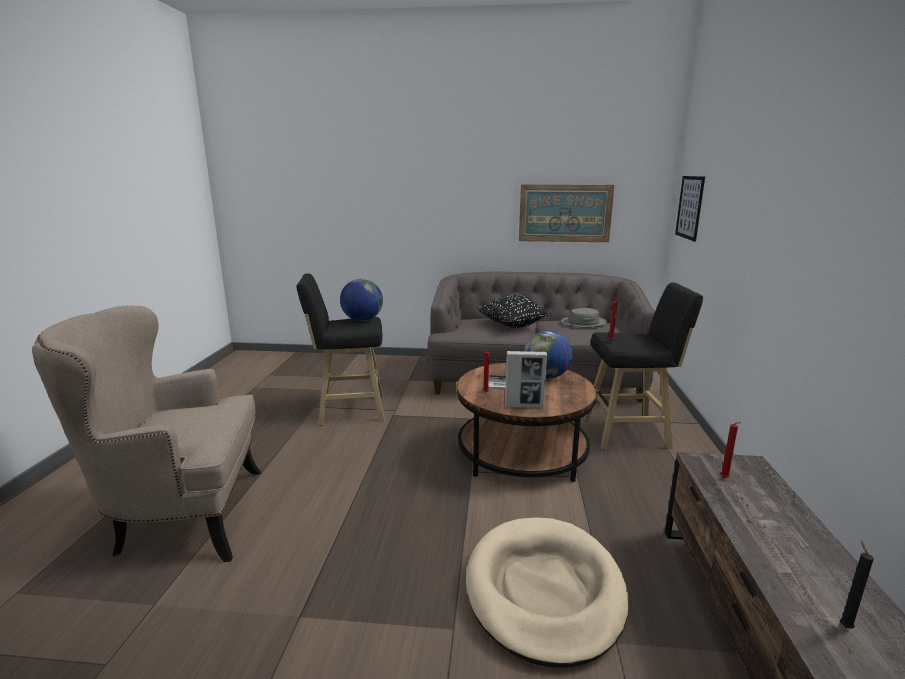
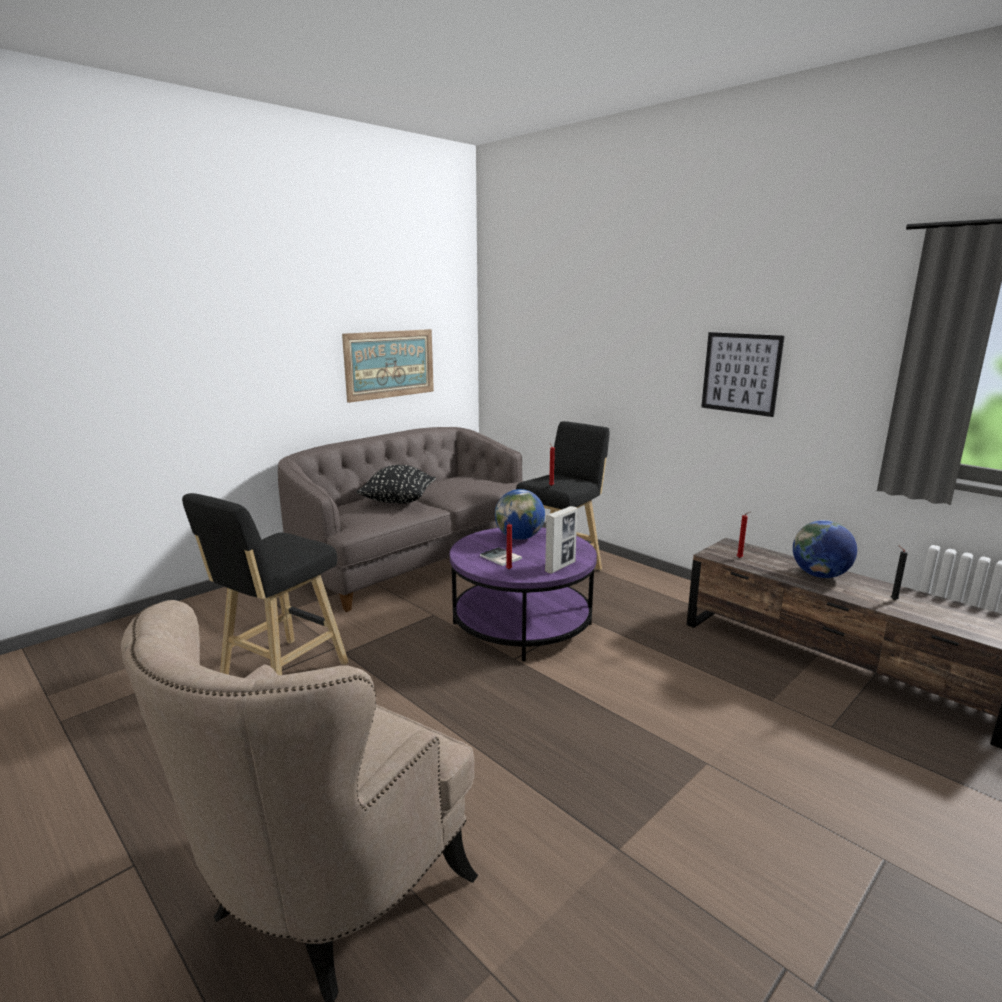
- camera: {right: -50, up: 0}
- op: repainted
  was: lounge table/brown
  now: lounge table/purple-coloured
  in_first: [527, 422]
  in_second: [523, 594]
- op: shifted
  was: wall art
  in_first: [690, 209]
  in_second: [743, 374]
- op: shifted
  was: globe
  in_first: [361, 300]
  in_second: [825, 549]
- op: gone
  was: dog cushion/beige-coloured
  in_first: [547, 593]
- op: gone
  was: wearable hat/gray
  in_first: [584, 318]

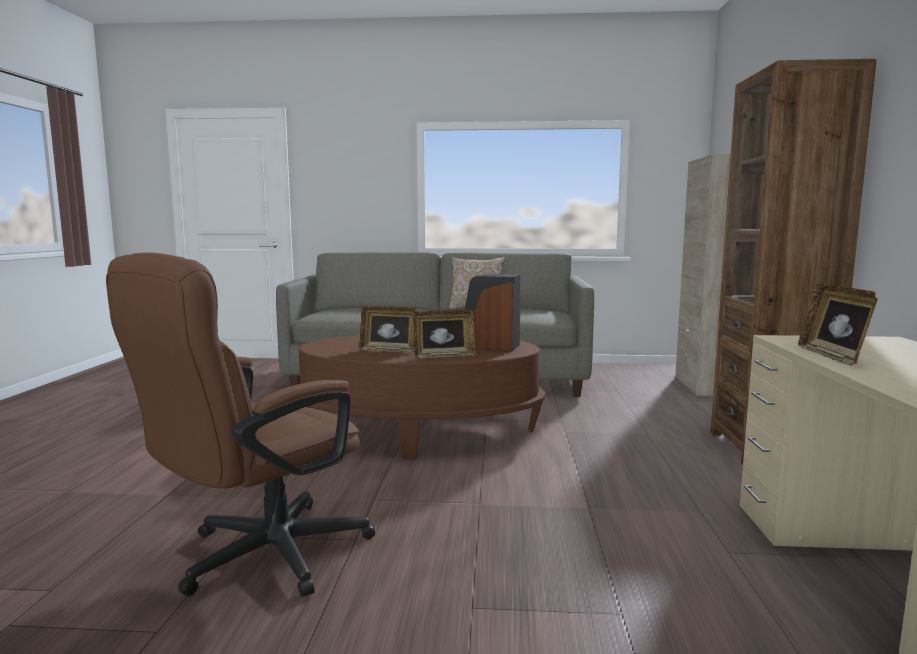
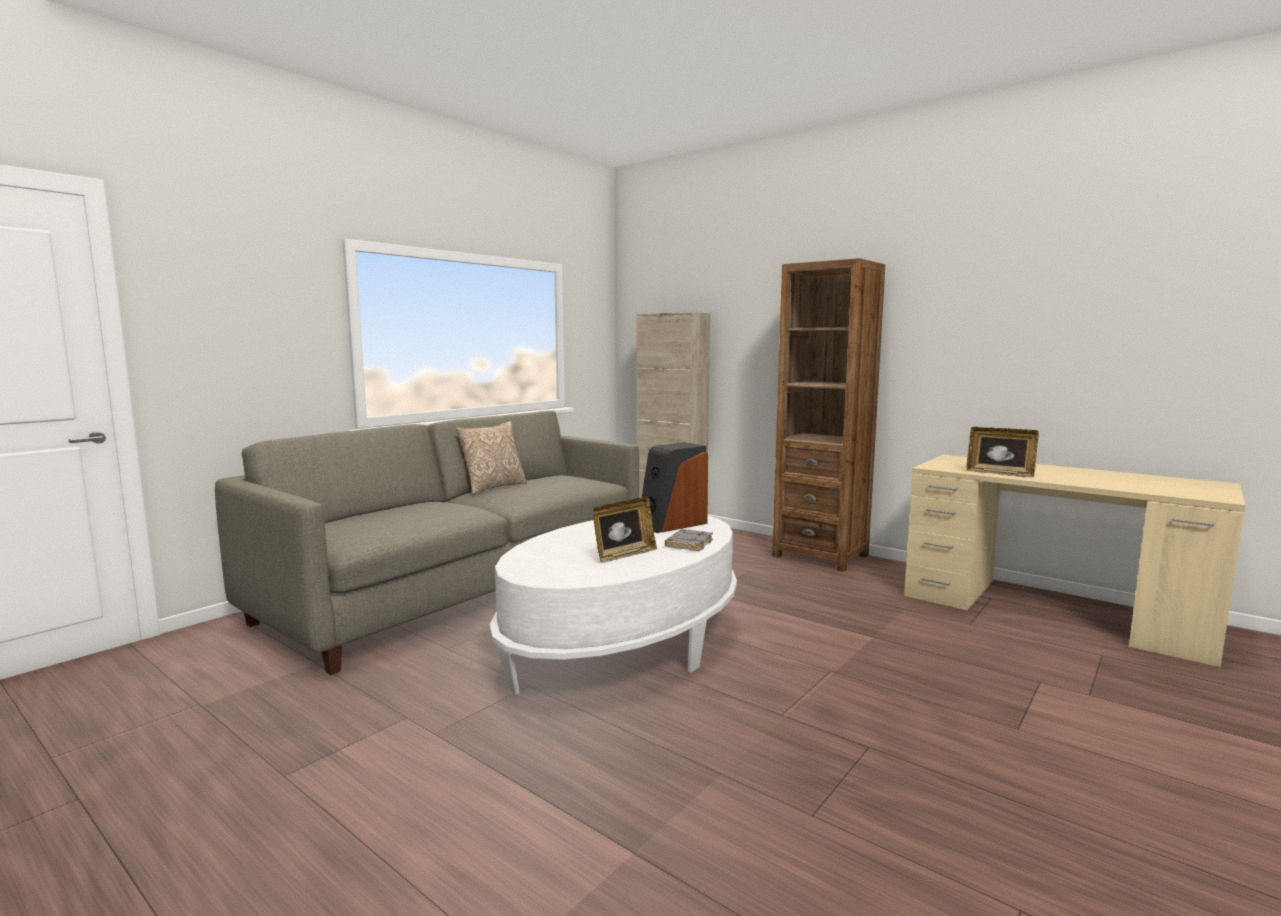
- camera: {right: -55, up: 0}
- op: repainted
  was: lounge table/brown
  now: lounge table/whitish
  in_first: [422, 397]
  in_second: [613, 605]
- op: swapped
  was: photo frame
  now: volume/gray
  in_first: [444, 333]
  in_second: [689, 540]
- op: gone
  was: computer chair/brown
  in_first: [240, 424]

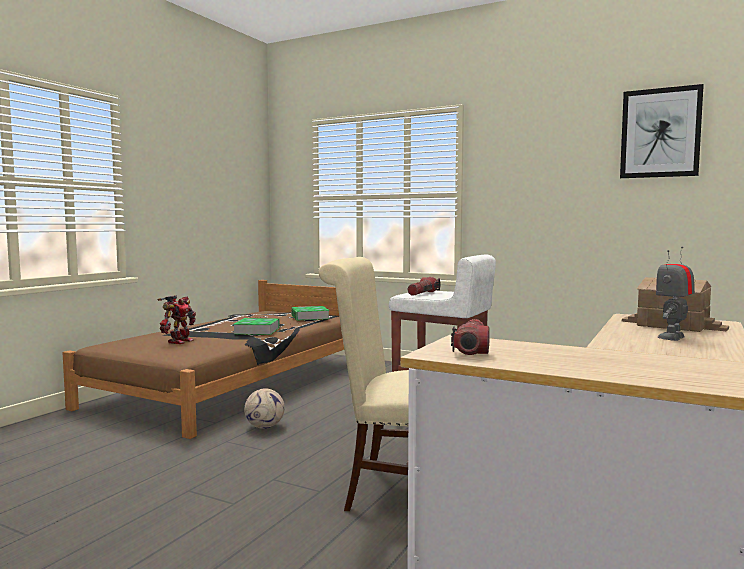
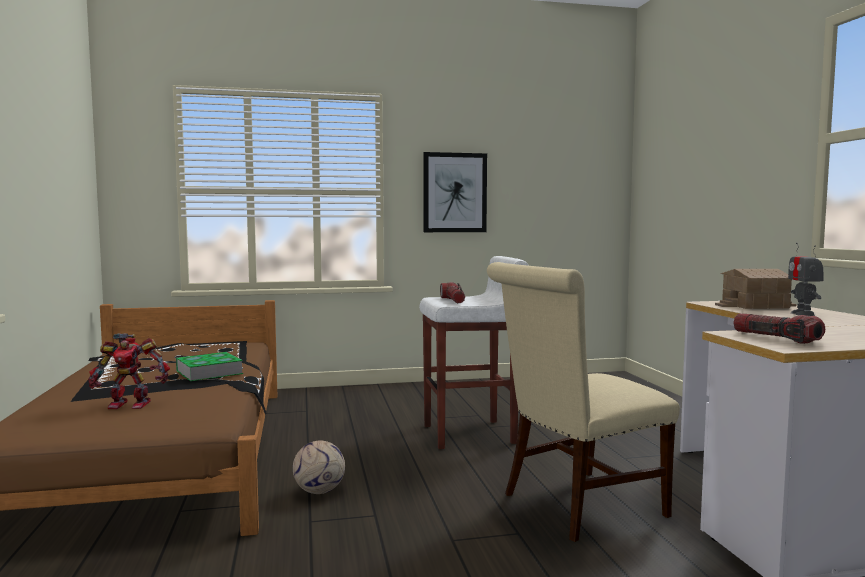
- camera: {right: -40, up: 0}
- op: rotated
  was: robot figure
  in_first: [176, 319]
  in_second: [129, 371]
  clockwise: 105
- op: shifted
  was: wall art
  in_first: [662, 131]
  in_second: [455, 192]
- op: gone
  was: volume
  in_first: [310, 313]

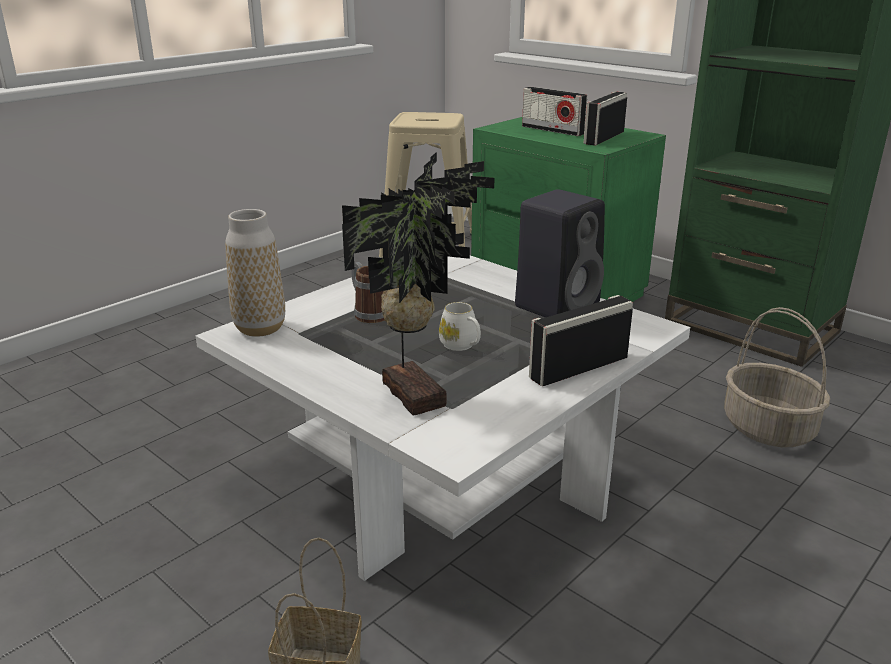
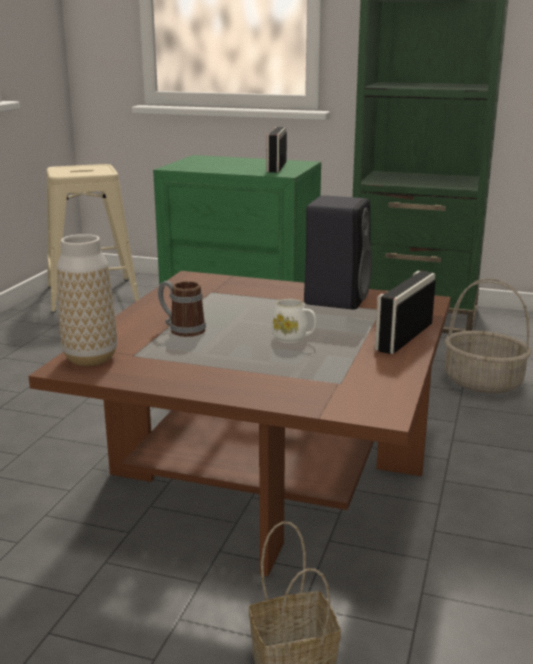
- camera: {right: -25, up: -5}
- op: repainted
  was: lounge table/whitish
  now: lounge table/brown
  in_first: [442, 418]
  in_second: [240, 424]
- op: gone
  was: potted plant
  in_first: [418, 284]
- op: gone
  was: radio
  in_first: [554, 111]

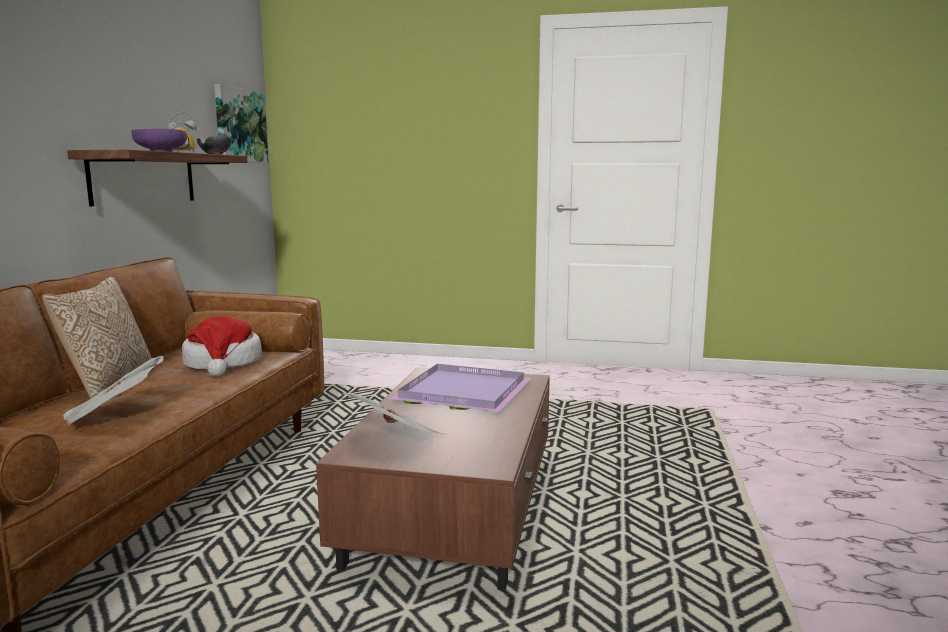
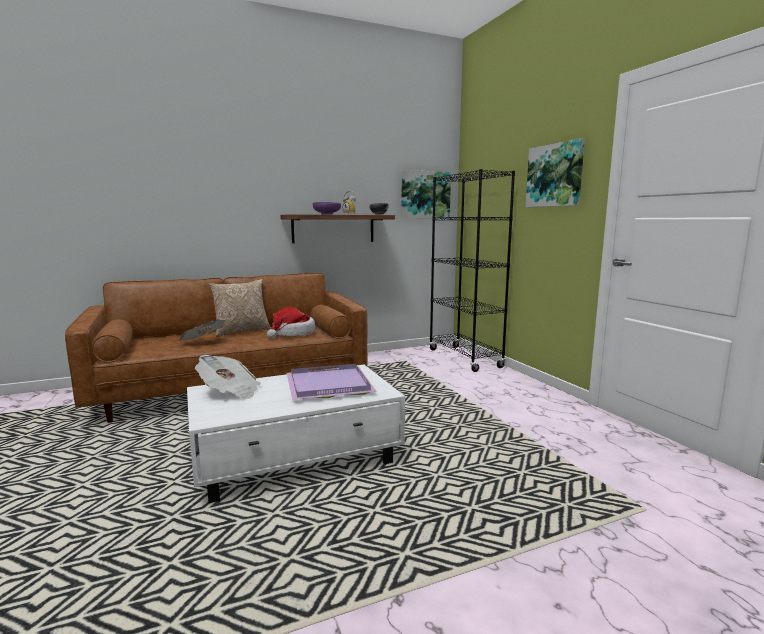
- camera: {right: 55, up: 0}
- op: repainted
  was: lounge table/brown
  now: lounge table/whitish
  in_first: [433, 479]
  in_second: [296, 434]
- op: new
  now: bookshelf/black-coloured
  in_second: [472, 270]
- op: new
  now: wall art
  in_second: [555, 172]

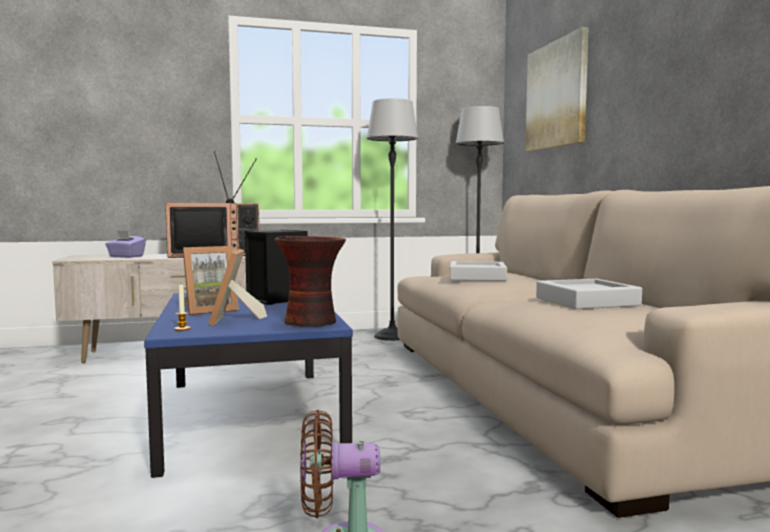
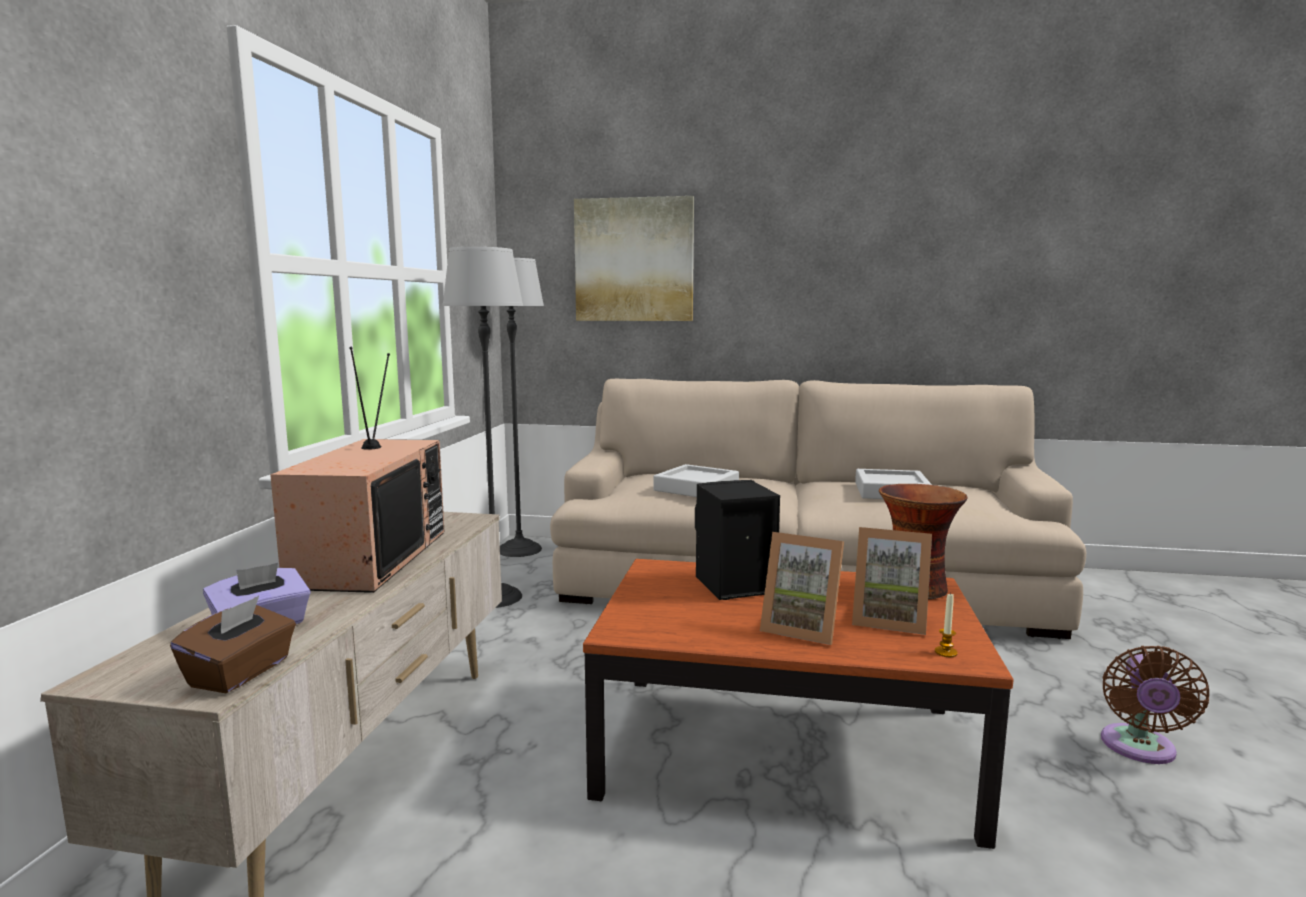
- camera: {right: -65, up: 5}
- op: new
  now: tissue box/brown
  in_second: [233, 644]
- op: repainted
  was: lounge table/bluish
  now: lounge table/brown
  in_first: [248, 385]
  in_second: [798, 704]
- op: rotated
  was: photo frame
  in_first: [211, 280]
  in_second: [802, 588]
  clockwise: 120

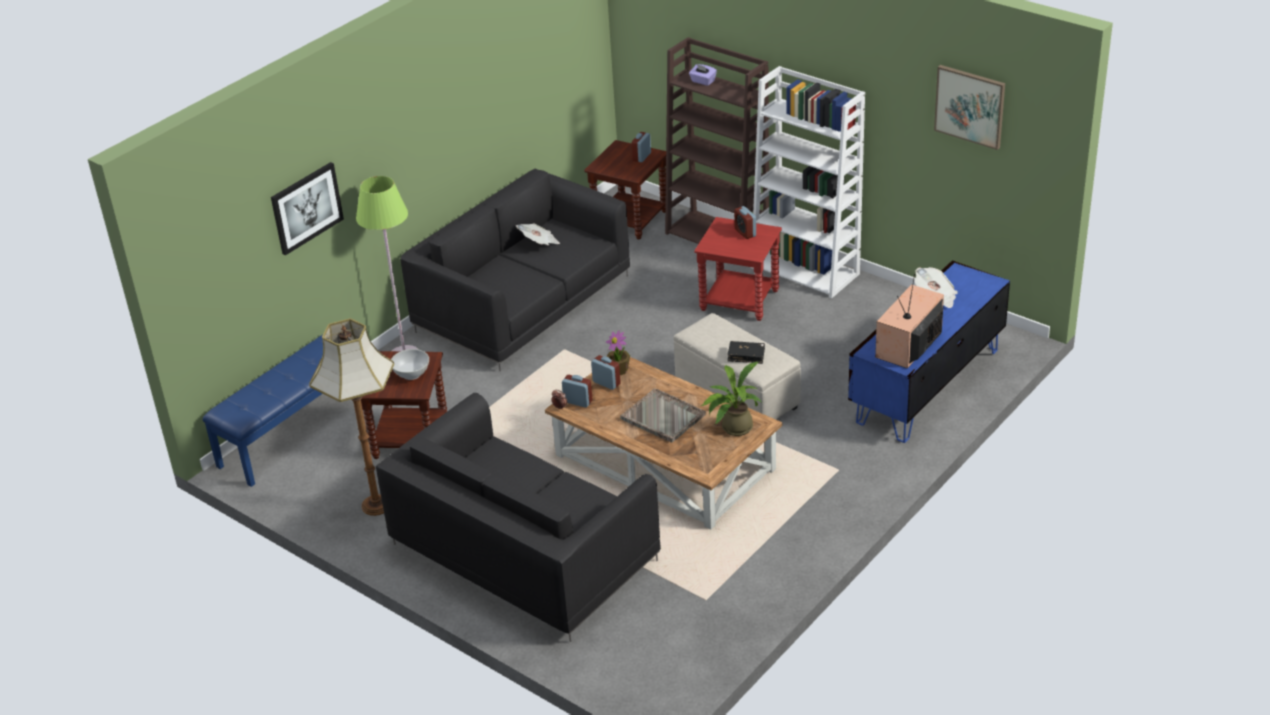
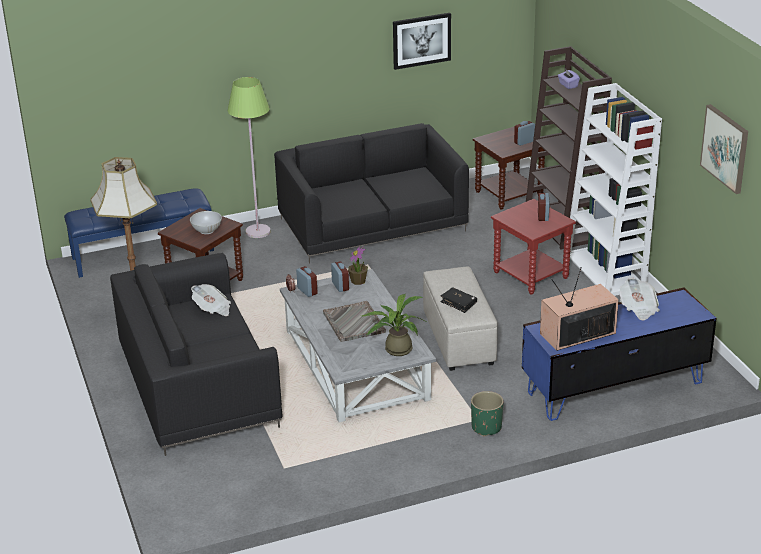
- camera: {right: 30, up: -5}
- op: shifted
  was: daily paper
  in_first: [538, 234]
  in_second: [211, 300]
- op: repainted
  was: lounge table/brown
  now: lounge table/gray
  in_first: [663, 443]
  in_second: [358, 345]
- op: shifted
  was: wall art
  in_first: [307, 208]
  in_second: [422, 41]
- op: new
  now: plant pot/greenish
  in_second: [487, 413]

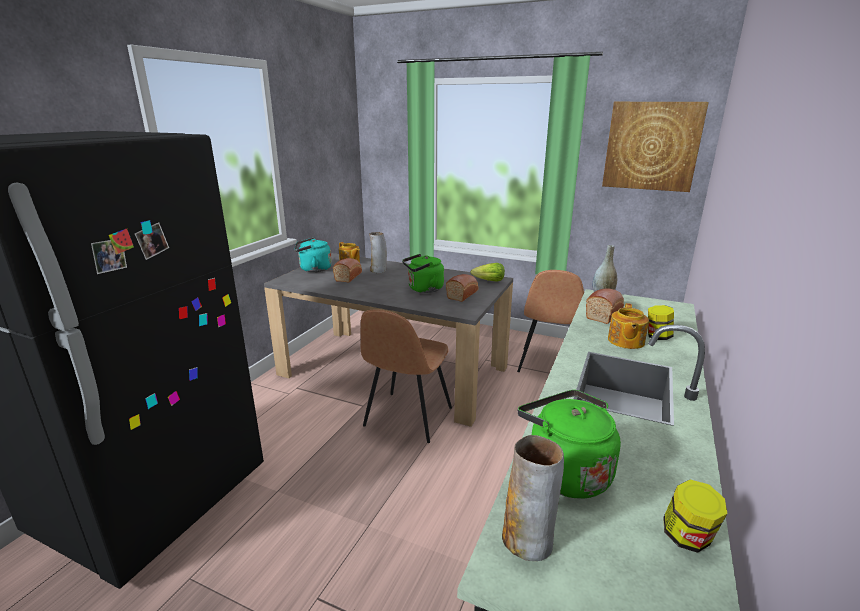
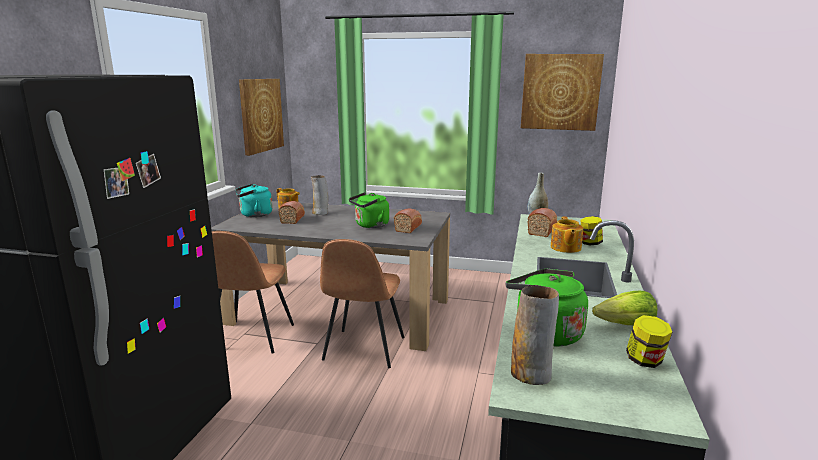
- camera: {right: -10, up: -5}
- op: shifted
  was: upright chair/brown
  in_first: [550, 321]
  in_second: [253, 292]
- op: new
  now: wall art
  in_second: [261, 117]
- op: shifted
  was: lettuce
  in_first: [488, 272]
  in_second: [624, 308]

